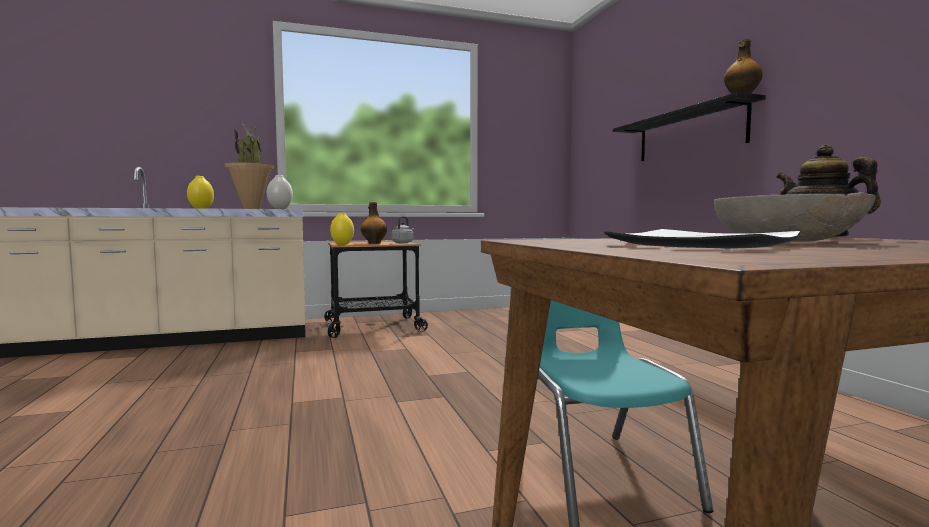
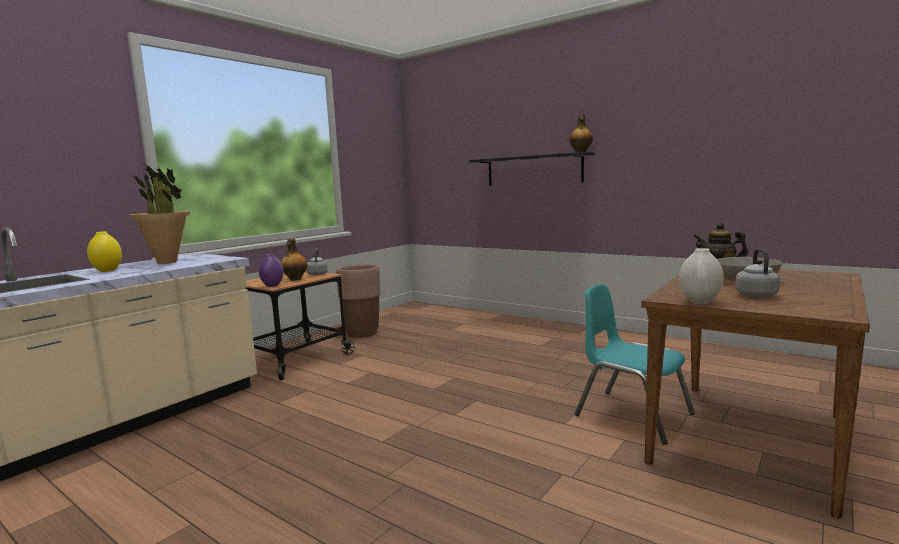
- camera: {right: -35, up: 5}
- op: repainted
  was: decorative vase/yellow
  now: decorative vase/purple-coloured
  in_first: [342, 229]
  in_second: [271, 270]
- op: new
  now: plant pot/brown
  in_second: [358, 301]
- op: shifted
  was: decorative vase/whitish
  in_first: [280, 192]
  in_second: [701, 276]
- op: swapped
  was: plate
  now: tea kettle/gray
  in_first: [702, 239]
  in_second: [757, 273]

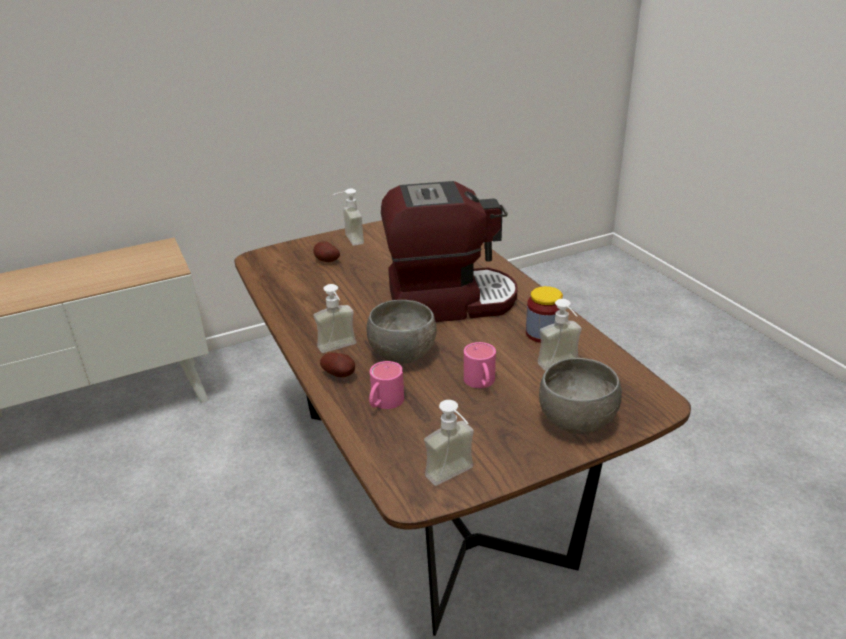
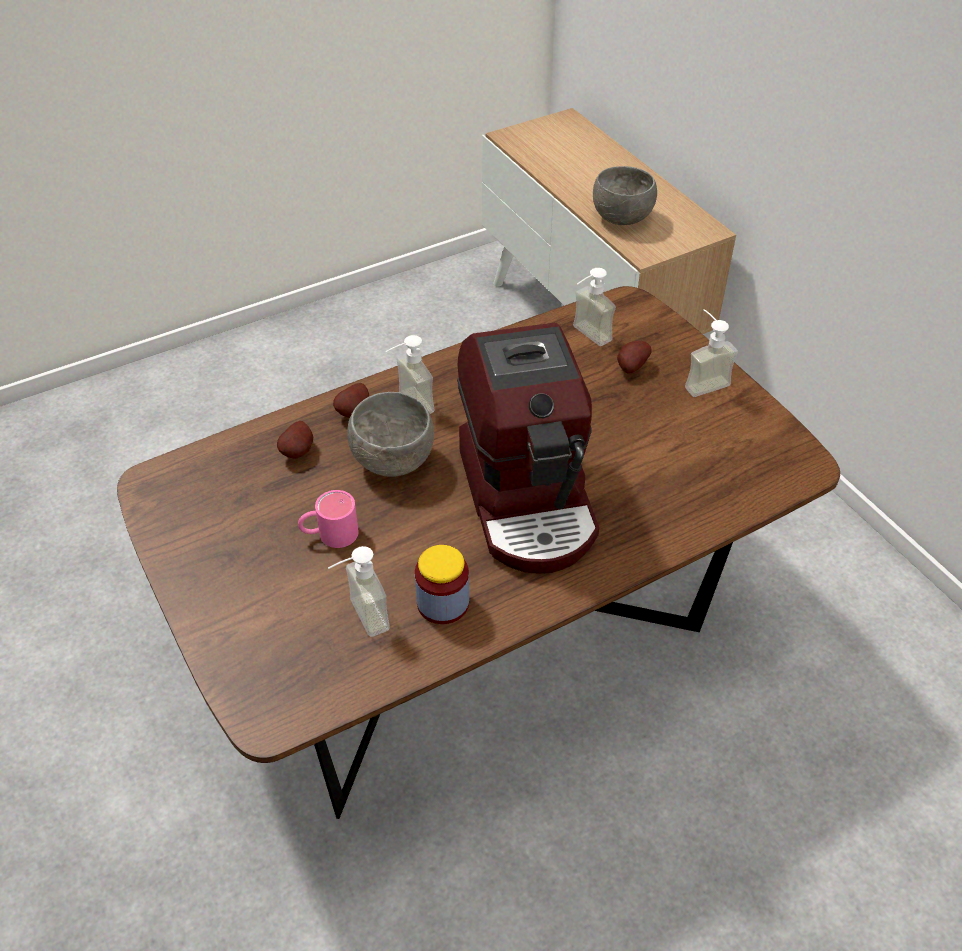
- camera: {right: 85, up: 15}
- op: swapped
  was: coffee mug/pinkish
  now: potato
  in_first: [386, 385]
  in_second: [295, 440]
- op: shifted
  was: soap bottle
  in_first: [449, 443]
  in_second: [594, 307]
- op: shifted
  was: deep dish/gray
  in_first: [580, 396]
  in_second: [625, 195]

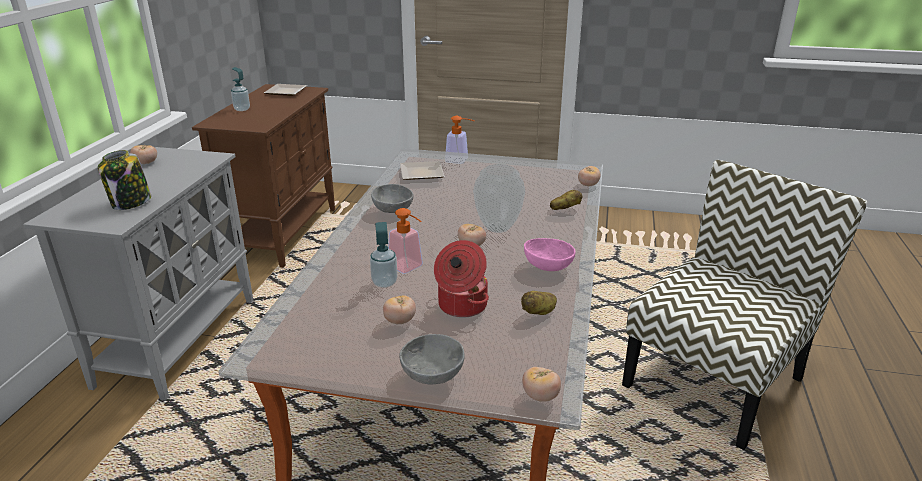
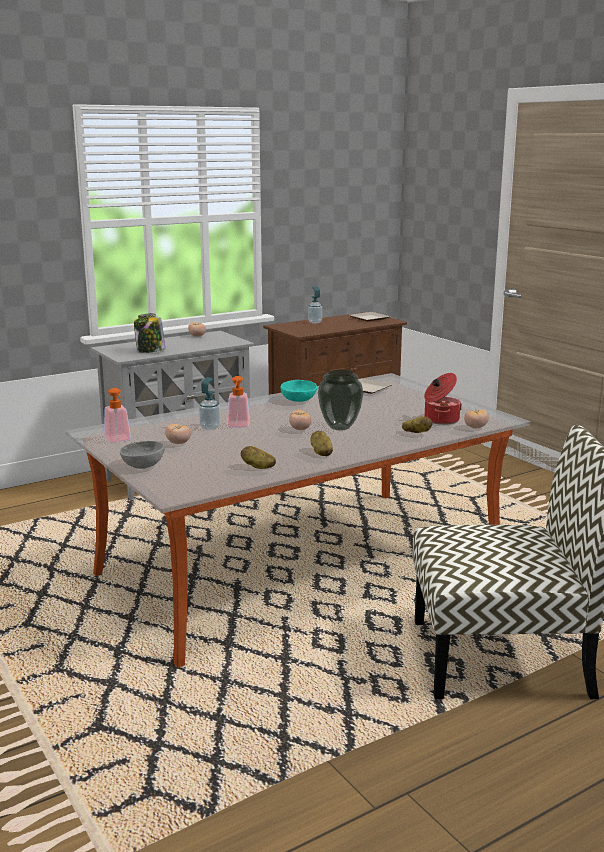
- camera: {right: 45, up: -10}
- op: shifted
  was: soap bottle
  in_first: [460, 140]
  in_second: [117, 415]
- op: repainted
  was: deep dish/gray
  now: deep dish/turquoise
  in_first: [392, 198]
  in_second: [298, 391]
- op: swapped
  was: deep dish/pinkish
  now: potato
  in_first: [550, 254]
  in_second: [321, 443]
- op: shifted
  was: saucepot
  in_first: [461, 279]
  in_second: [443, 399]
- op: gone
  was: tomato
  in_first: [541, 384]

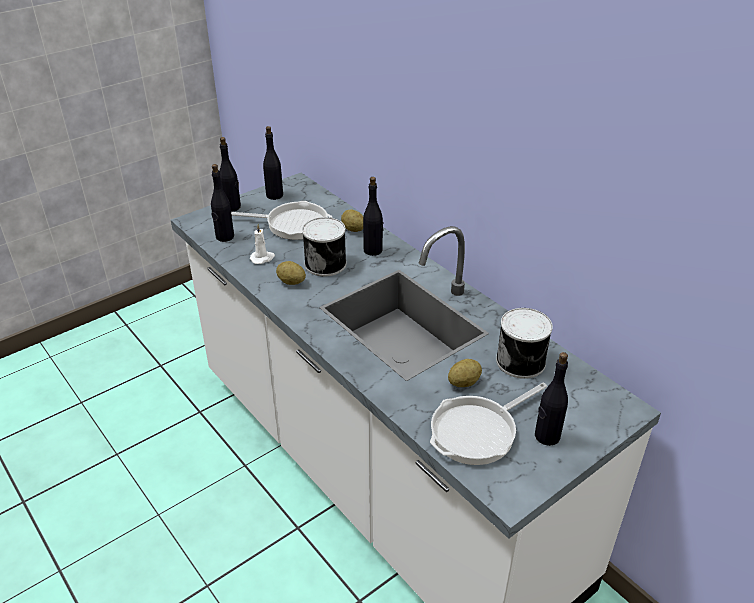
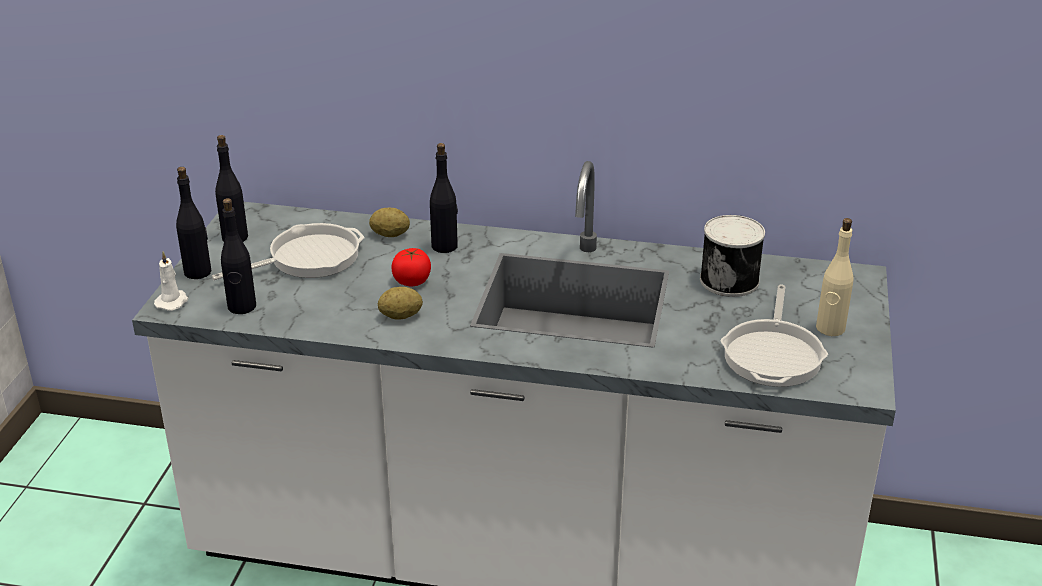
- camera: {right: -40, up: -5}
- op: shifted
  was: wax candle/whitish
  in_first: [262, 244]
  in_second: [171, 281]
- op: swapped
  was: can
  now: tomato
  in_first: [324, 246]
  in_second: [411, 267]
- op: repainted
  was: drink bottle/black-coloured
  now: drink bottle/beige-coloured
  in_first: [551, 399]
  in_second: [835, 277]
- op: gone
  was: potato
  in_first: [465, 373]

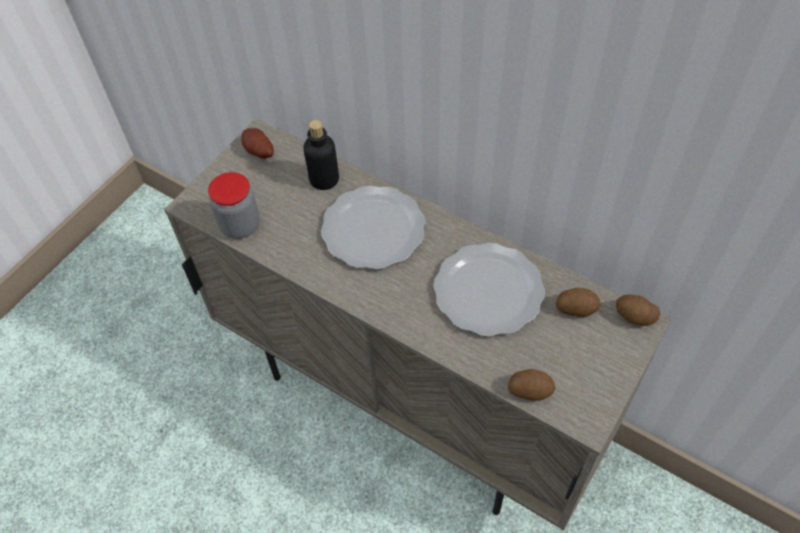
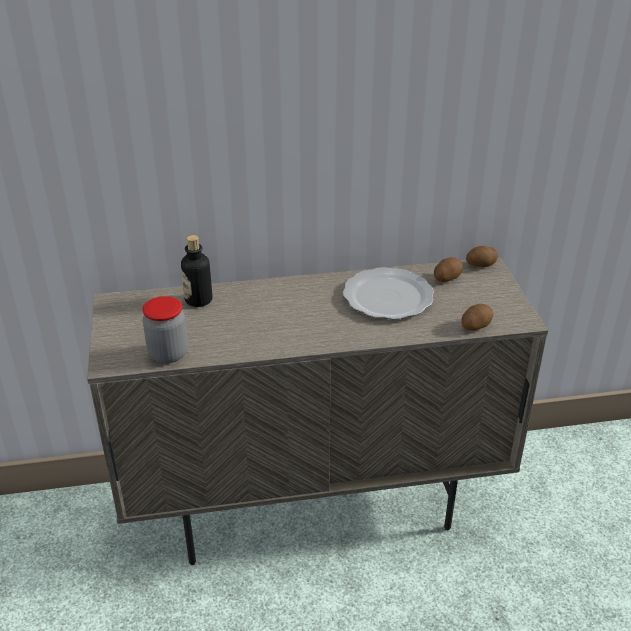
- camera: {right: -45, up: -20}
- op: gone
  was: potato
  in_first: [257, 143]
- op: gone
  was: plate
  in_first: [373, 228]

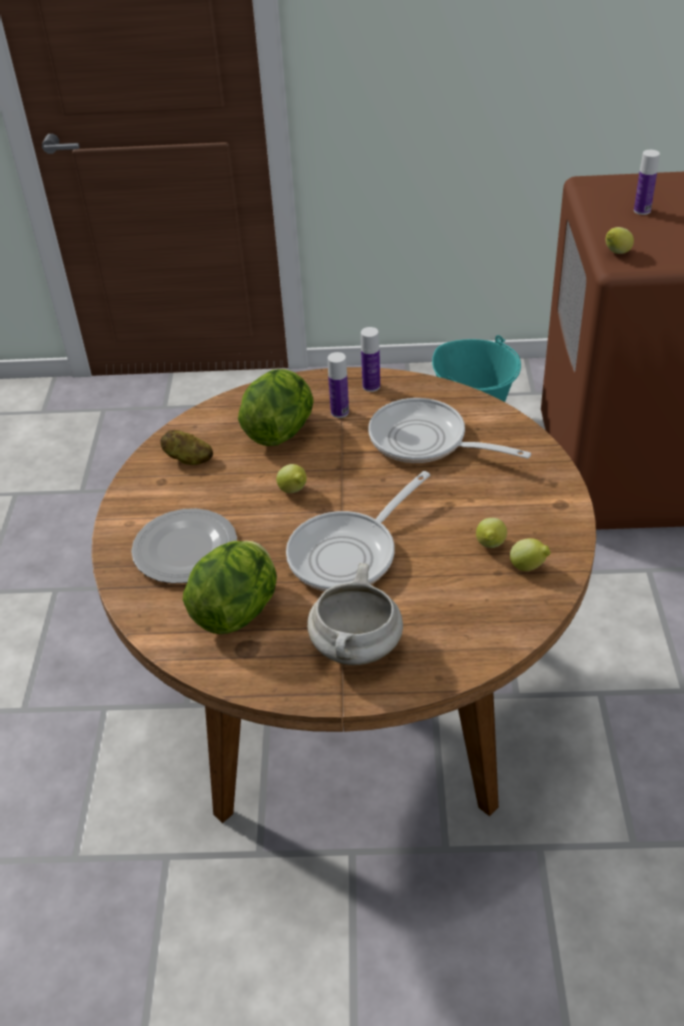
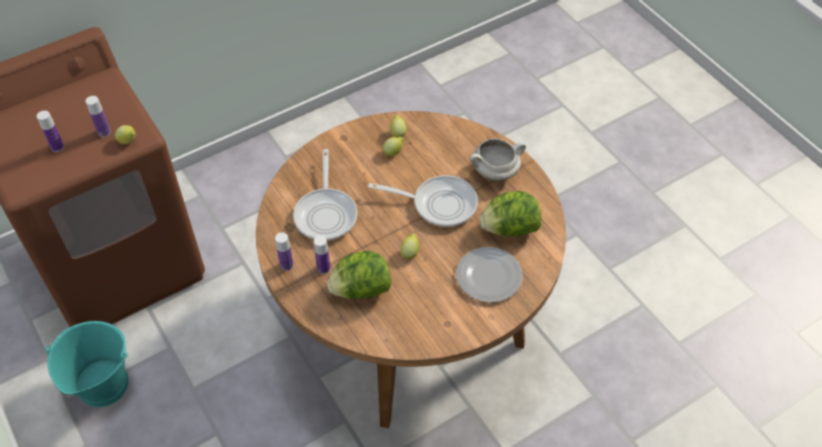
- camera: {right: -125, up: 10}
- op: new
  now: drink bottle
  in_second: [98, 116]
- op: gone
  was: potato
  in_first: [186, 447]

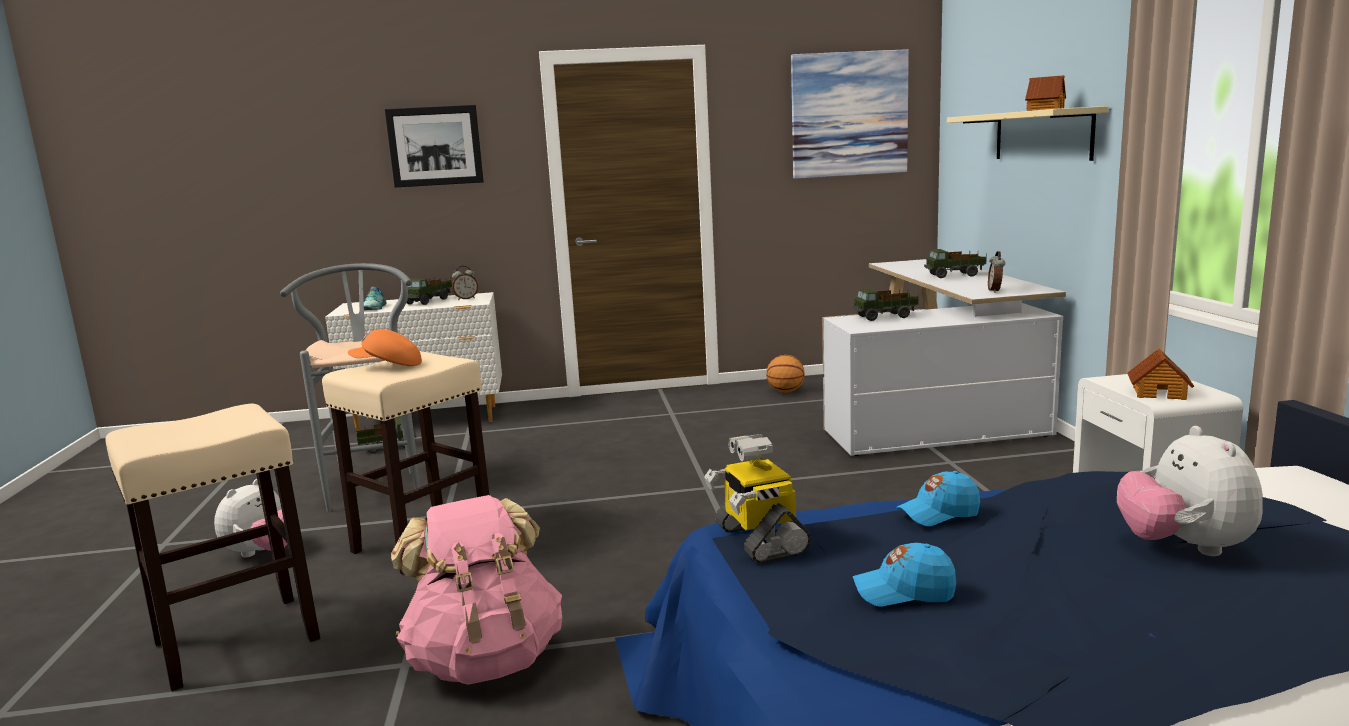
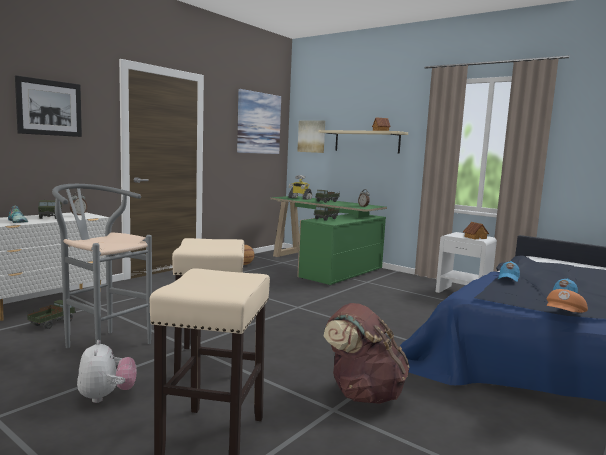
- camera: {right: -45, up: -5}
- op: repainted
  was: desk unit/whitish
  now: desk unit/greenish
  in_first: [944, 357]
  in_second: [329, 240]
- op: shifted
  was: robot figure
  in_first: [757, 499]
  in_second: [300, 187]
- op: new
  now: wall art
  in_second: [311, 137]
- op: repainted
  was: rucksack/pinkish
  now: rucksack/brown
  in_first: [476, 590]
  in_second: [367, 353]
- op: shifted
  was: peaked cap/orange
  in_first: [385, 347]
  in_second: [567, 301]
- op: gone
  was: plush toy
  in_first: [1190, 491]

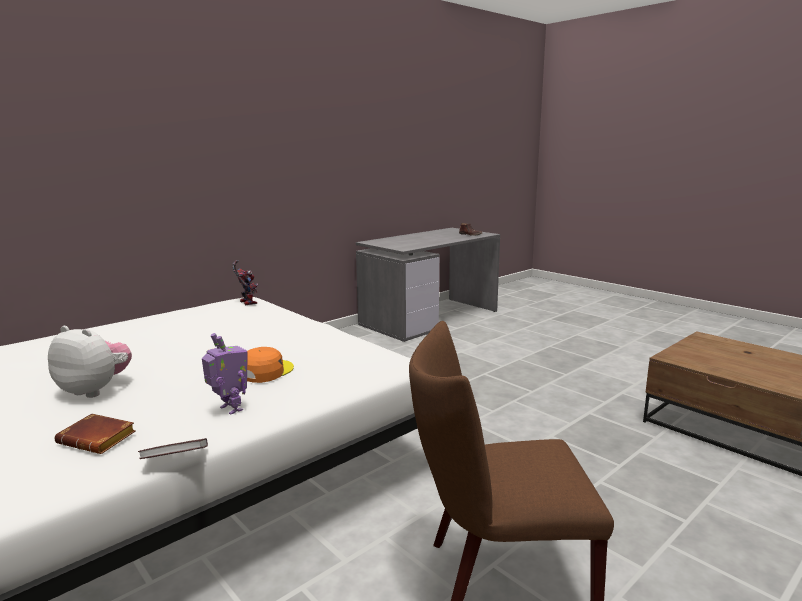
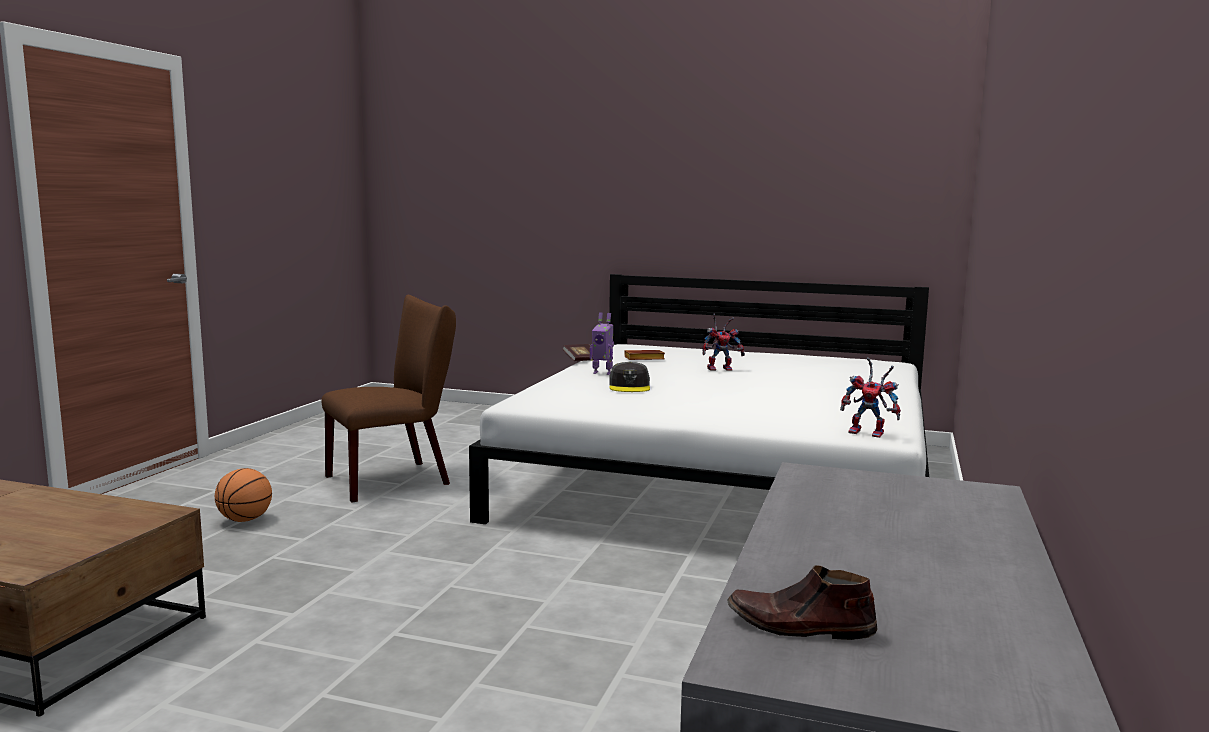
- camera: {right: 150, up: -5}
- op: new
  now: ball for basketball
  in_second: [243, 495]
- op: repainted
  was: peaked cap/orange
  now: peaked cap/gray
  in_first: [270, 365]
  in_second: [630, 377]
- op: swapped
  was: plush toy
  now: robot figure
  in_first: [90, 362]
  in_second: [723, 342]

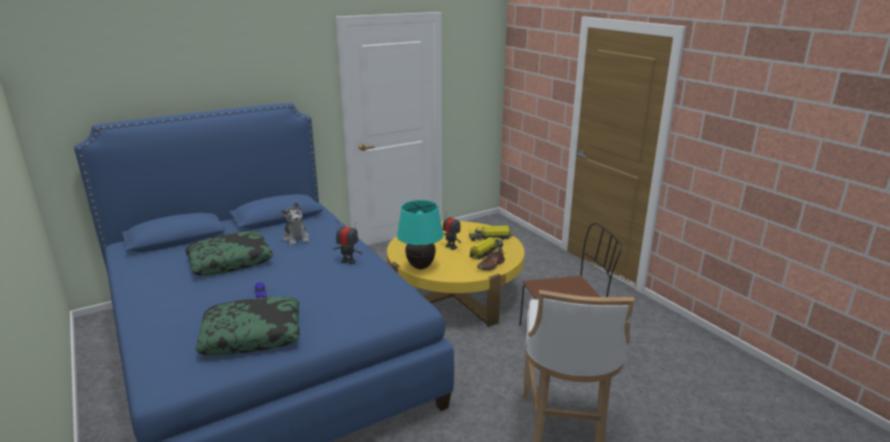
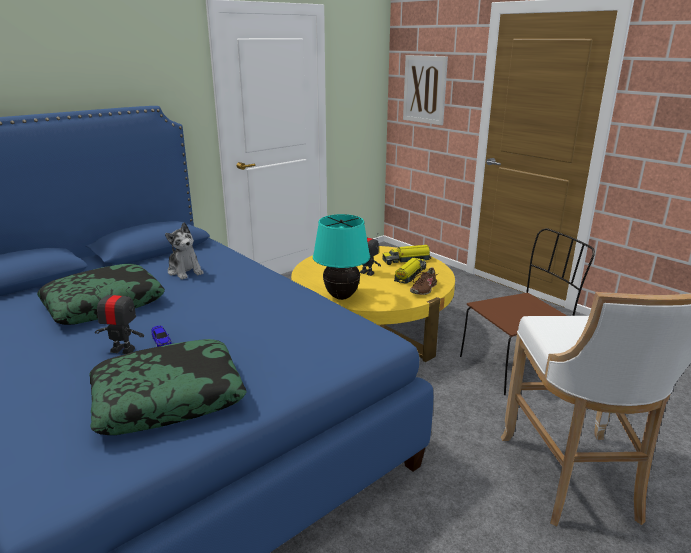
- camera: {right: -10, up: 0}
- op: shifted
  was: robot figure
  in_first: [347, 243]
  in_second: [119, 320]
- op: new
  now: wall art
  in_second: [425, 90]

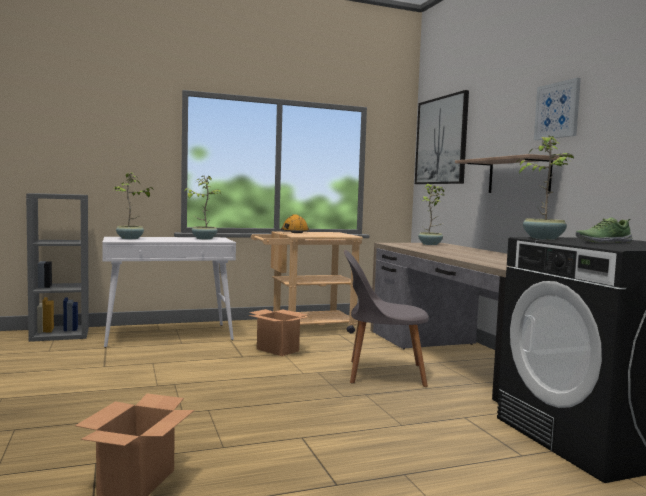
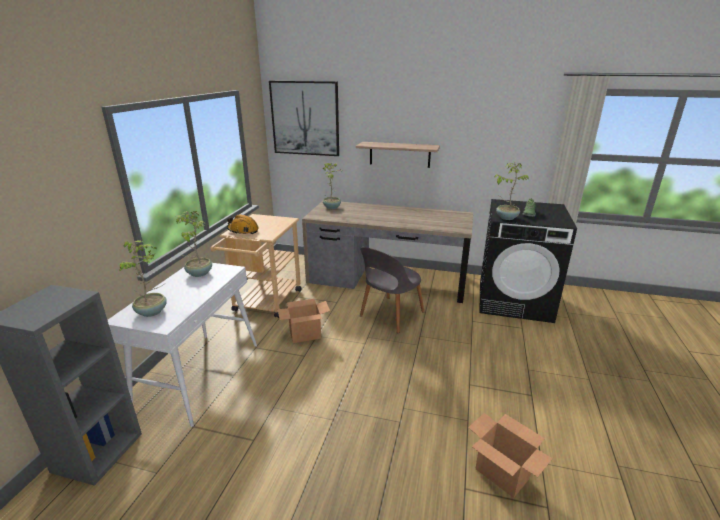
- camera: {right: -55, up: 20}
- op: gone
  was: wall art
  in_first: [557, 109]

